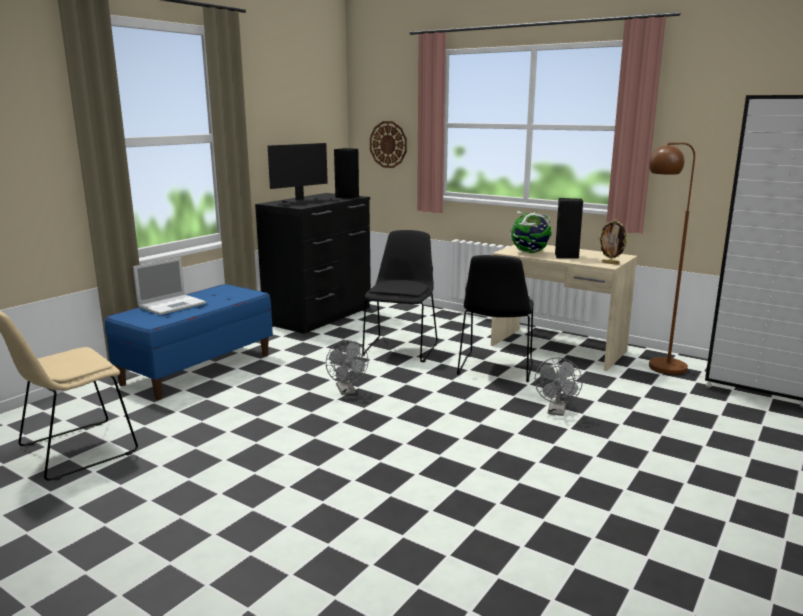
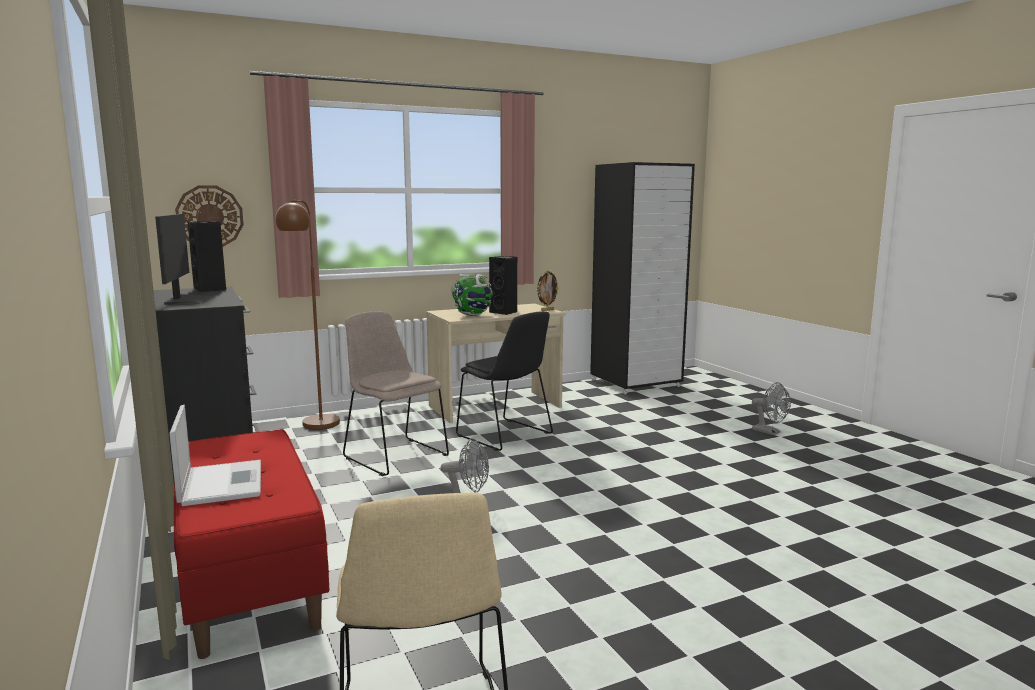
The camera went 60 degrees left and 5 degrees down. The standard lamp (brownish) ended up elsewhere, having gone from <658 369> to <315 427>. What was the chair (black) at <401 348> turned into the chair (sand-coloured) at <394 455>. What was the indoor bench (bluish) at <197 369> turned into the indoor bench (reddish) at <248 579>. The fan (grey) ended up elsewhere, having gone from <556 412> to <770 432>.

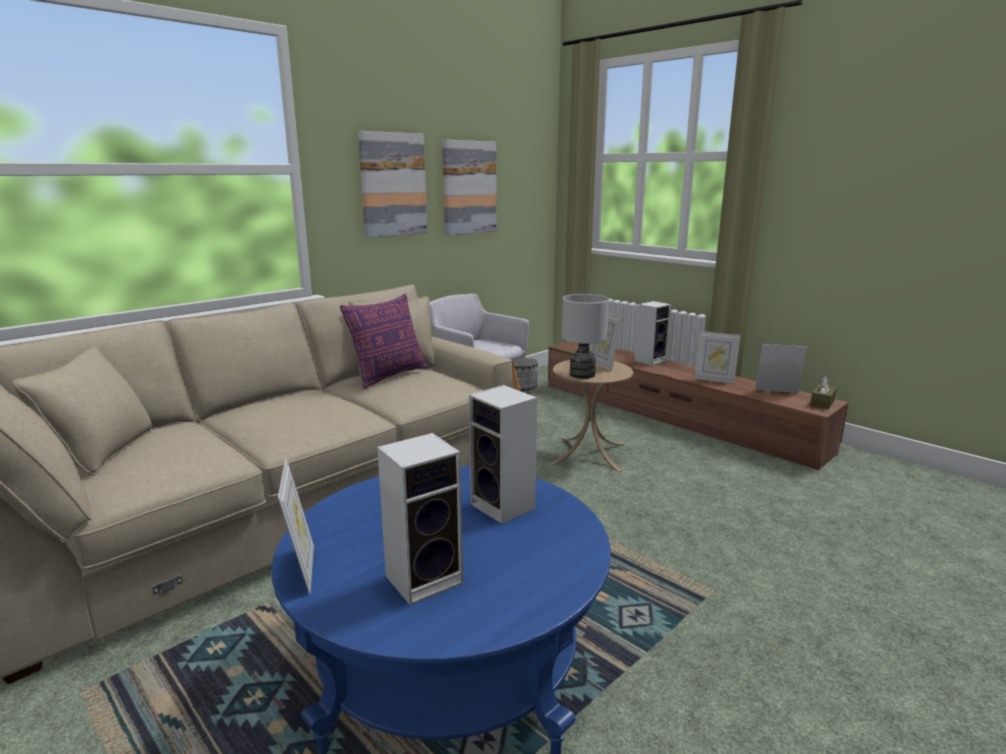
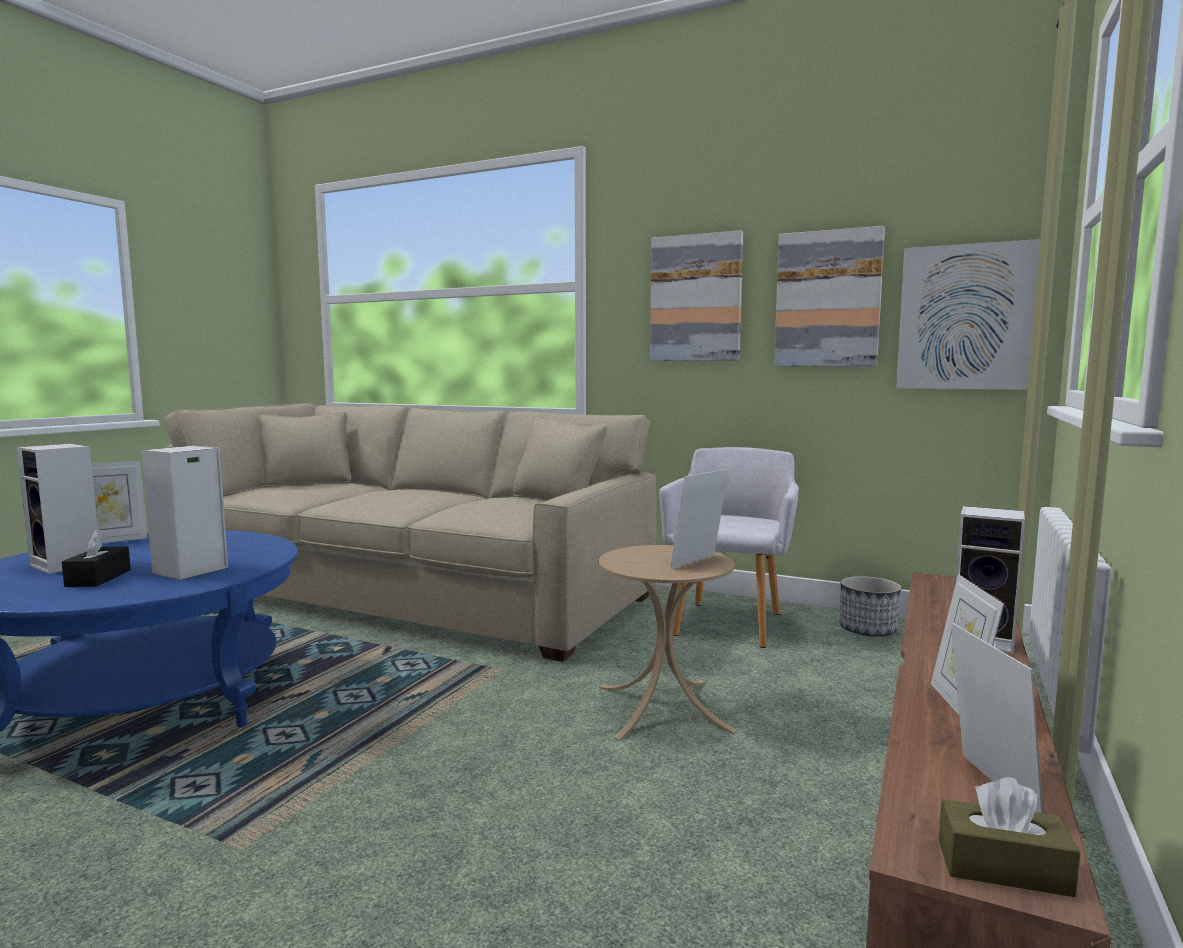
The camera went 70 degrees right and 10 degrees down. The second view lost the throw pillow (purplish) at <389 376>. The second view lost the tabletop lamp (grey) at <582 374>. The second view gained the wall picture at <964 317>. The second view gained the tissue holder (black) at <98 578>.

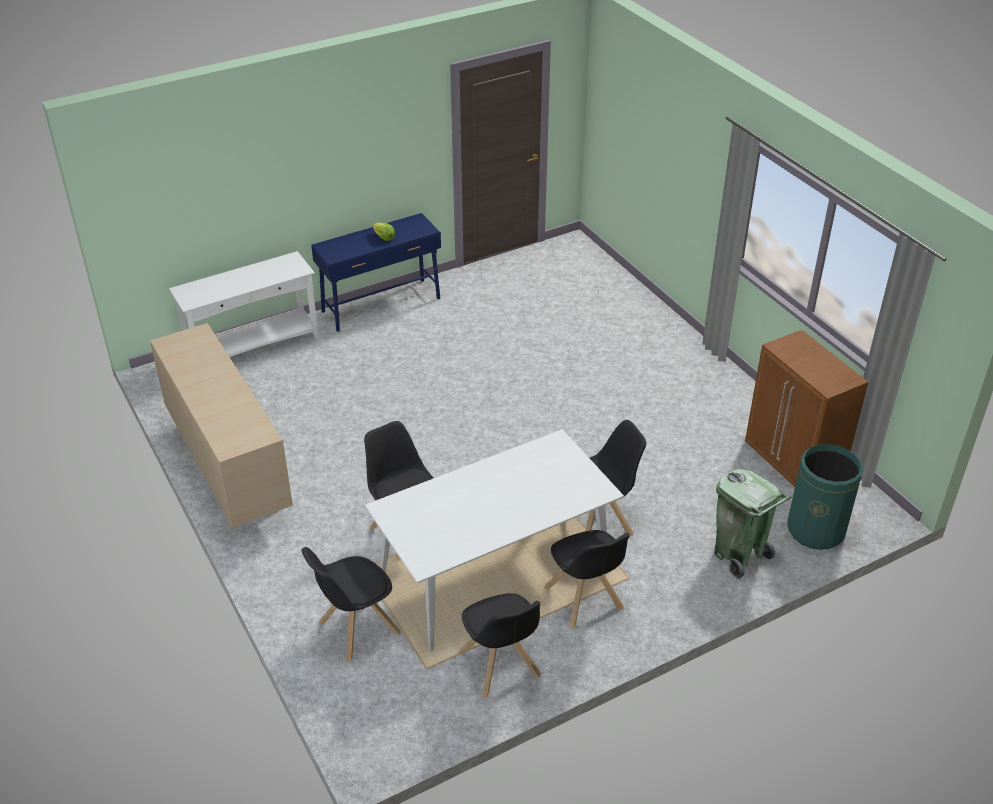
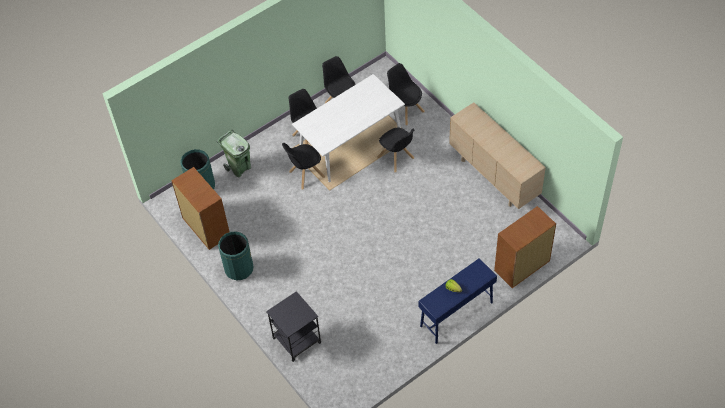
The camera went 175 degrees right and 15 degrees up. Where the narrow table (whitish) stood at <253 347>, the cabinet (brownish) came to stand at <521 266>. The chair (black) at <355 629> ended up facing another way, 90 degrees counterclockwise from before. The second view gained the waste bin (green-coloured) at <239 268>. The second view gained the cart (black) at <296 339>.

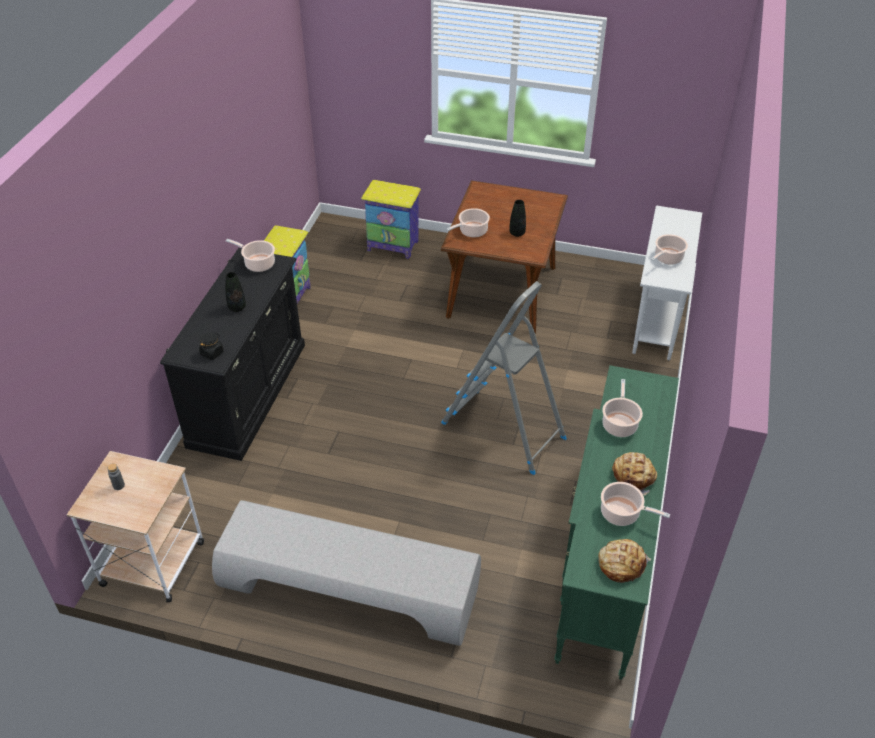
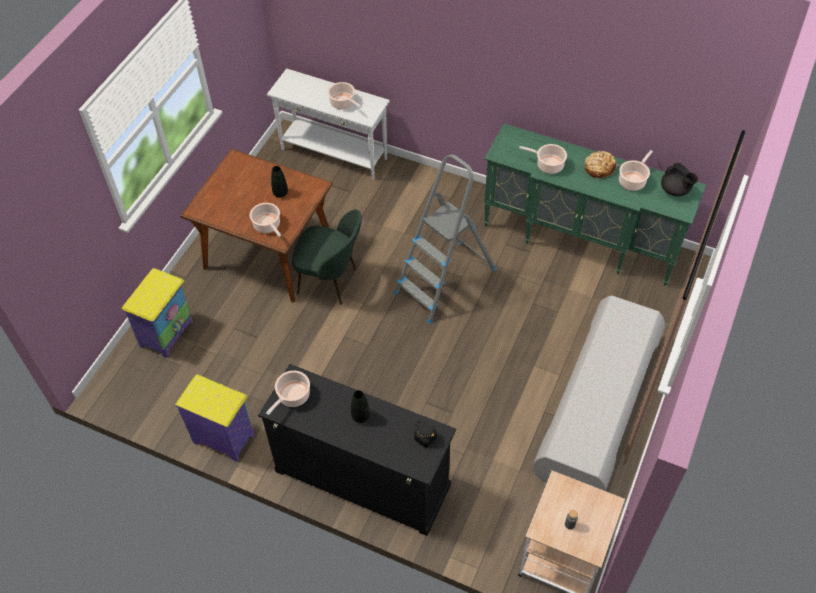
The camera went 80 degrees left and 10 degrees up. Where the bakery bread stood at <621 564>, the pot for tea (black) came to stand at <675 190>. The second view gained the chair (green-coloured) at <332 283>.

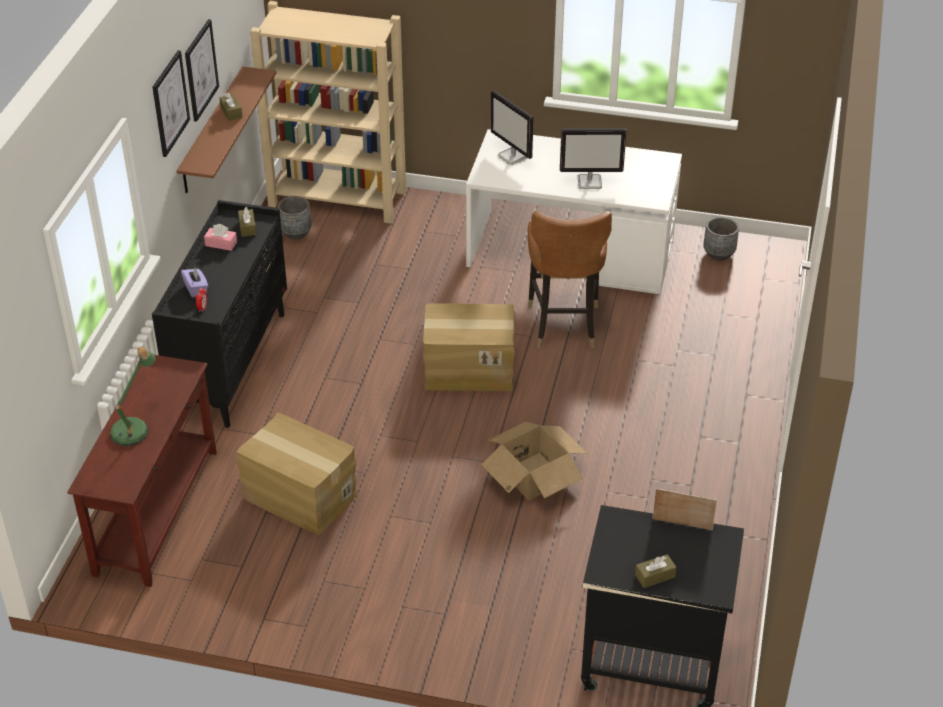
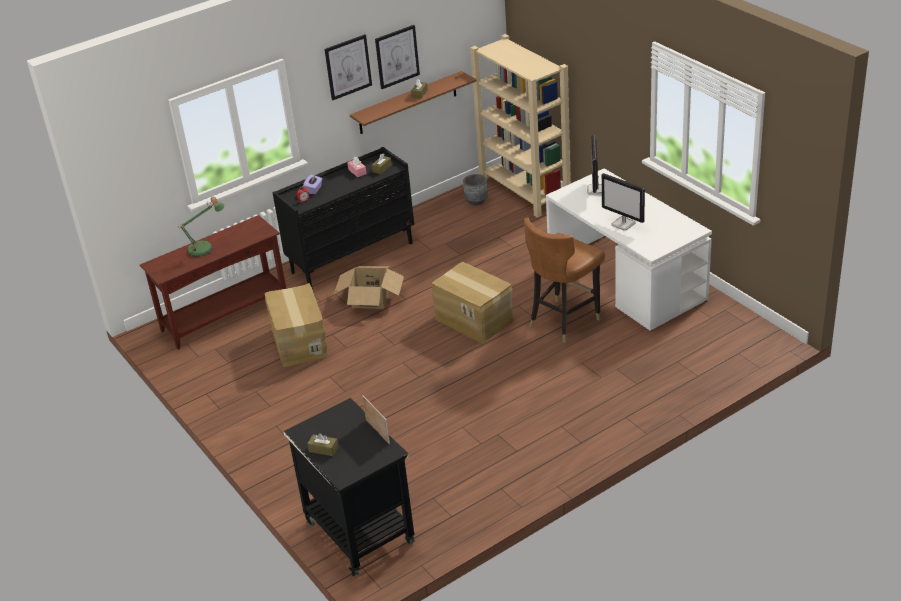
The camera went 45 degrees right and 5 degrees down. The second view lost the planter (grey) at <718 253>. The carton ended up elsewhere, having gone from <533 476> to <370 298>.

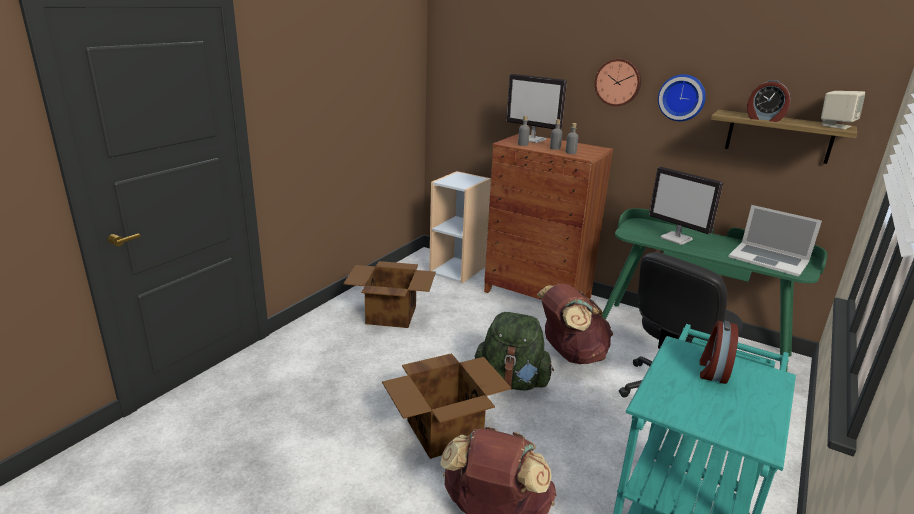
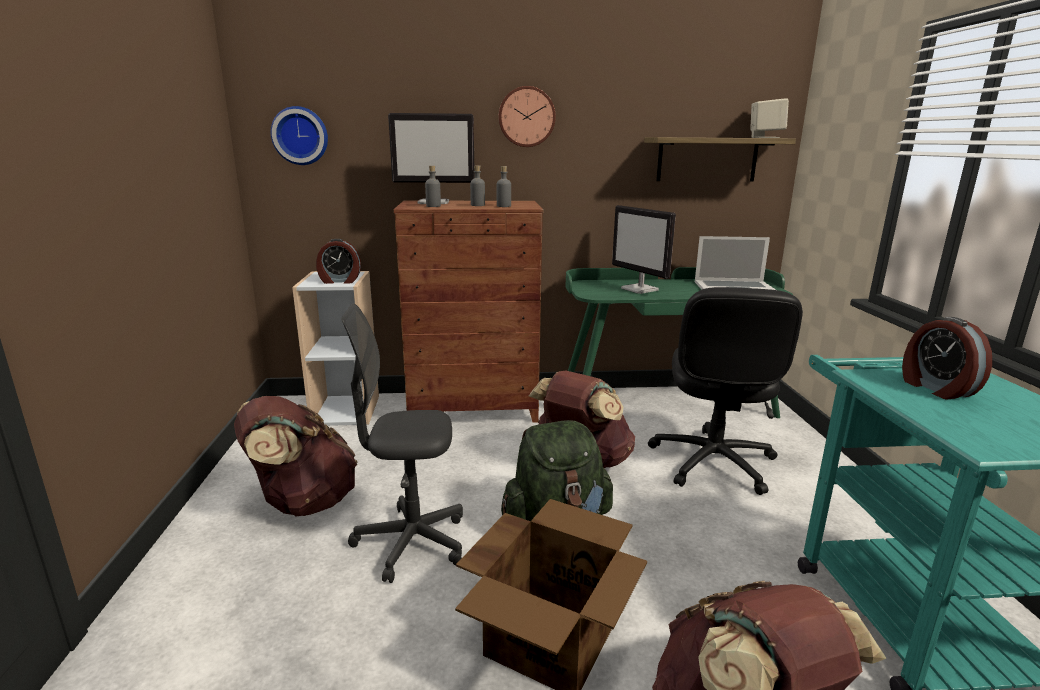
The camera went 35 degrees left and 5 degrees down. The wall clock ended up elsewhere, having gone from <682 97> to <300 136>. The alarm clock ended up elsewhere, having gone from <764 119> to <340 281>. The monitor at <677 239> ended up facing another way, 45 degrees clockwise from before. Where the carton stood at <390 314>, the rucksack (brownish) came to stand at <302 502>. The second view gained the computer chair (grey) at <411 542>.

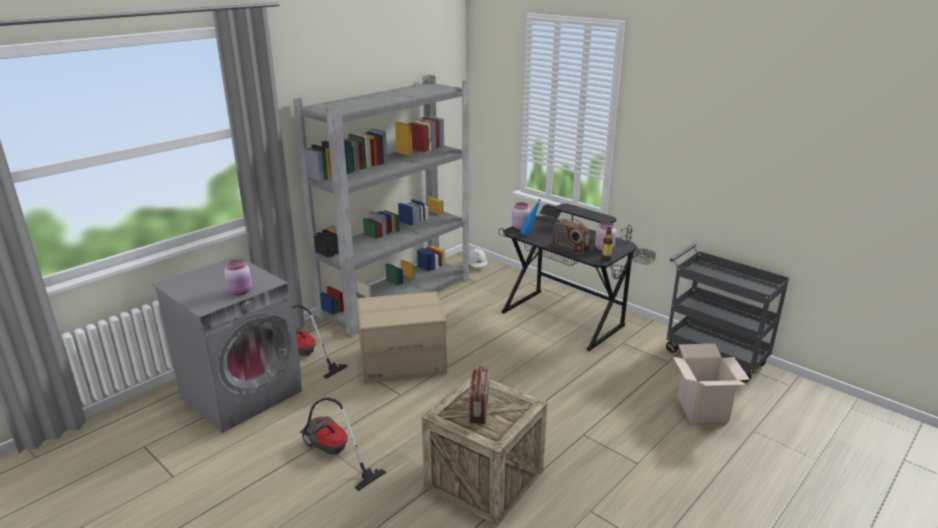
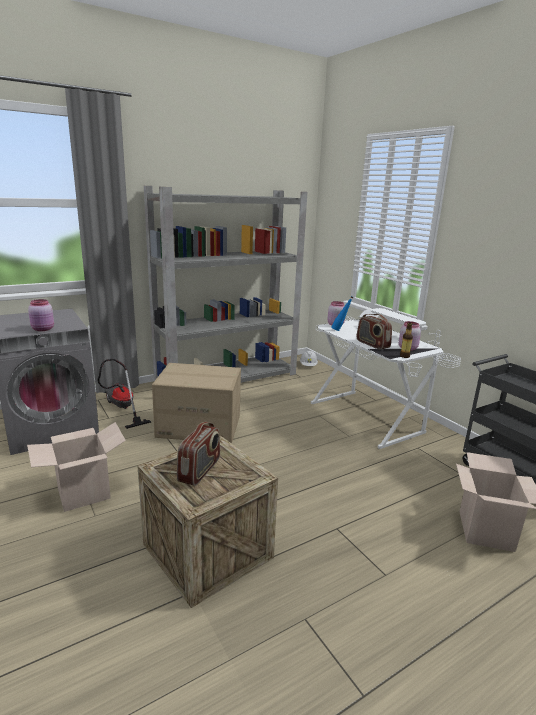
The camera went 15 degrees right and 5 degrees down. What was the desk (black) at <564 317> turned into the desk (whitish) at <368 416>. Where the vacuum stood at <333 454>, the carton came to stand at <83 493>.

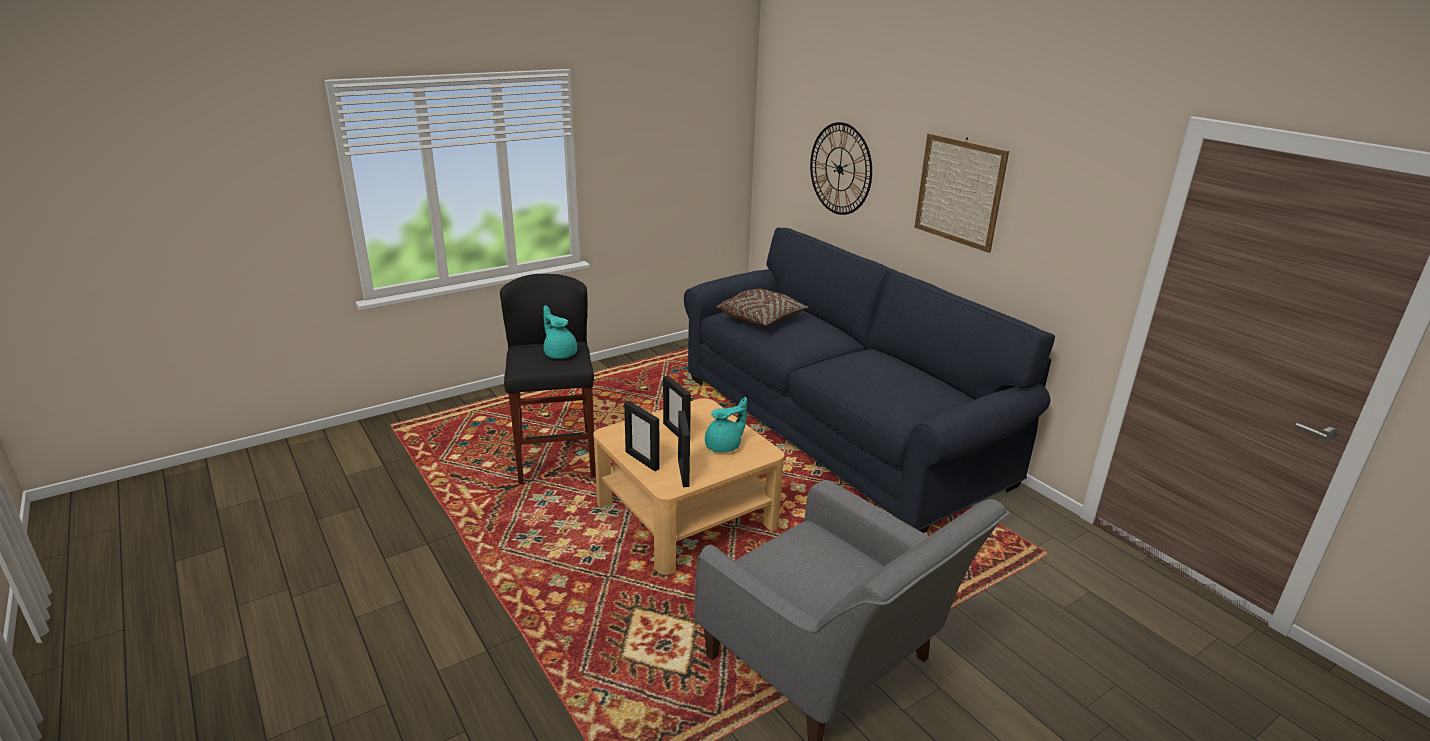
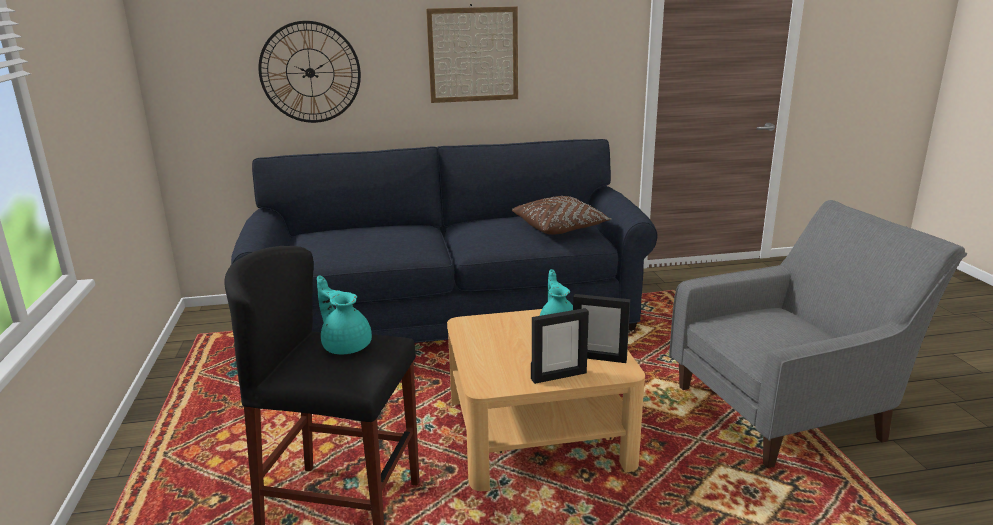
The camera went 65 degrees left and 5 degrees down. The throw pillow (brownish) ended up elsewhere, having gone from <761 319> to <560 228>. The pot for tea (blue-green) at <560 353> ended up facing another way, 60 degrees clockwise from before. The second view lost the picture frame at <677 432>.

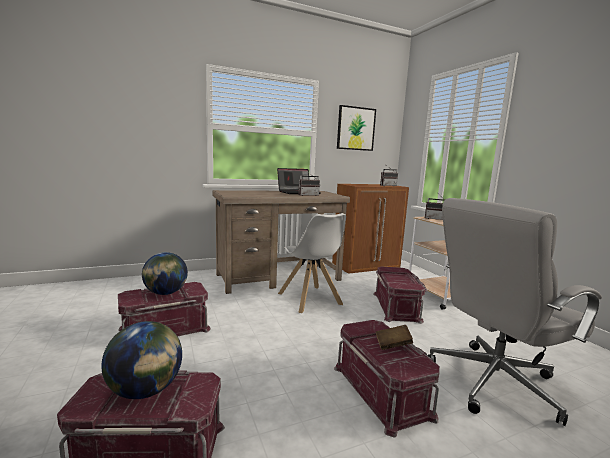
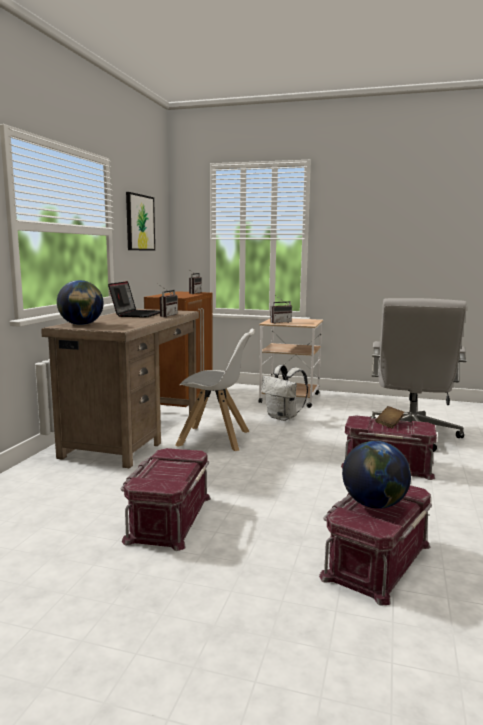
The camera went 50 degrees left and 0 degrees up. The desk globe ended up elsewhere, having gone from <165 293> to <81 324>. Where the storage bin (reddish) stood at <397 307>, the rucksack (whitish) came to stand at <283 417>.

